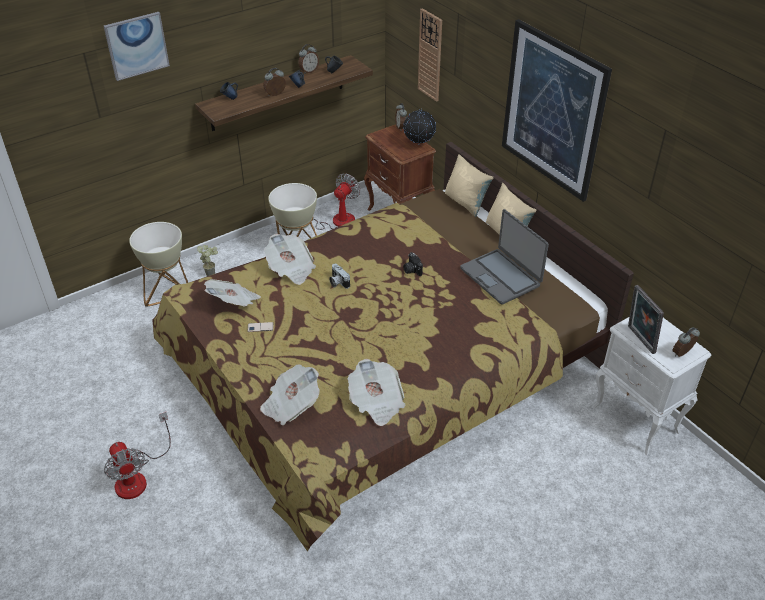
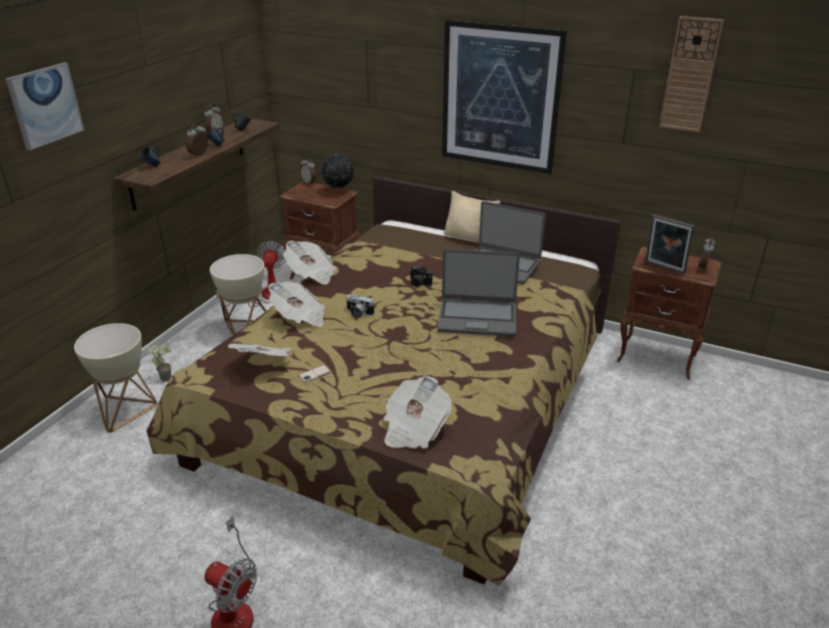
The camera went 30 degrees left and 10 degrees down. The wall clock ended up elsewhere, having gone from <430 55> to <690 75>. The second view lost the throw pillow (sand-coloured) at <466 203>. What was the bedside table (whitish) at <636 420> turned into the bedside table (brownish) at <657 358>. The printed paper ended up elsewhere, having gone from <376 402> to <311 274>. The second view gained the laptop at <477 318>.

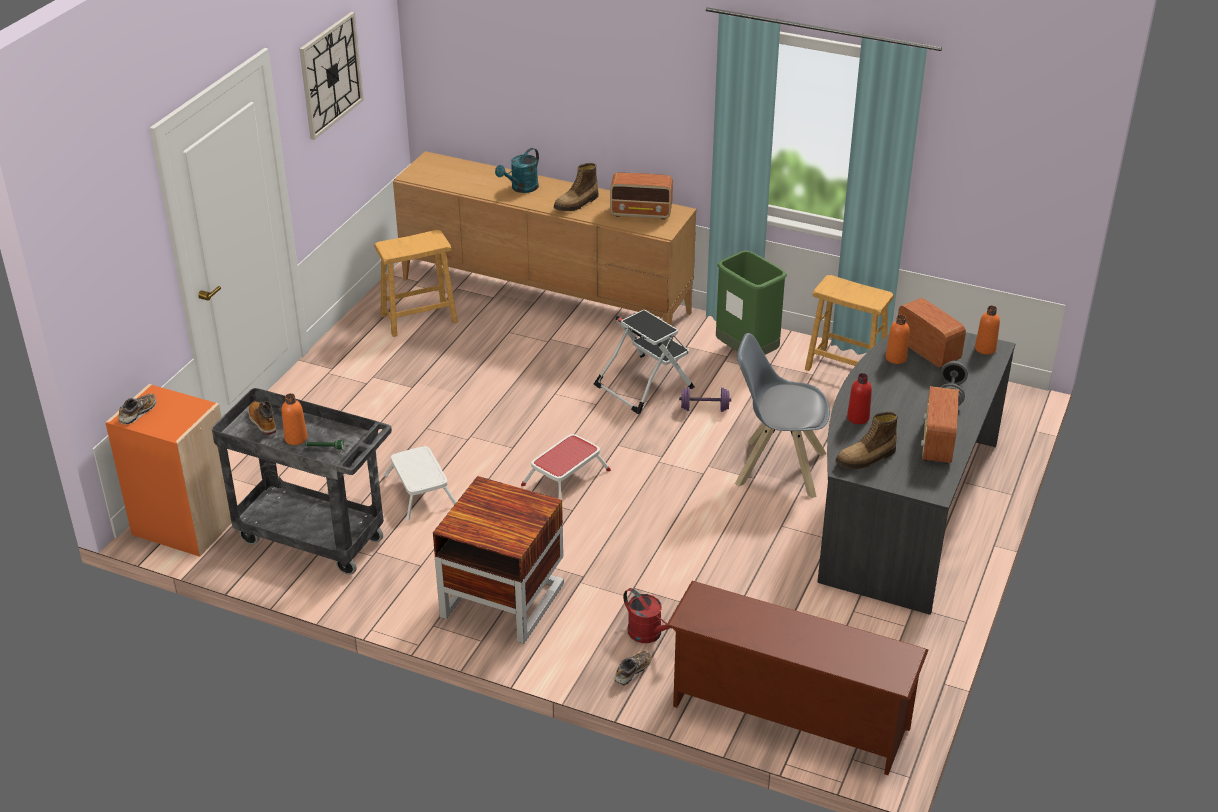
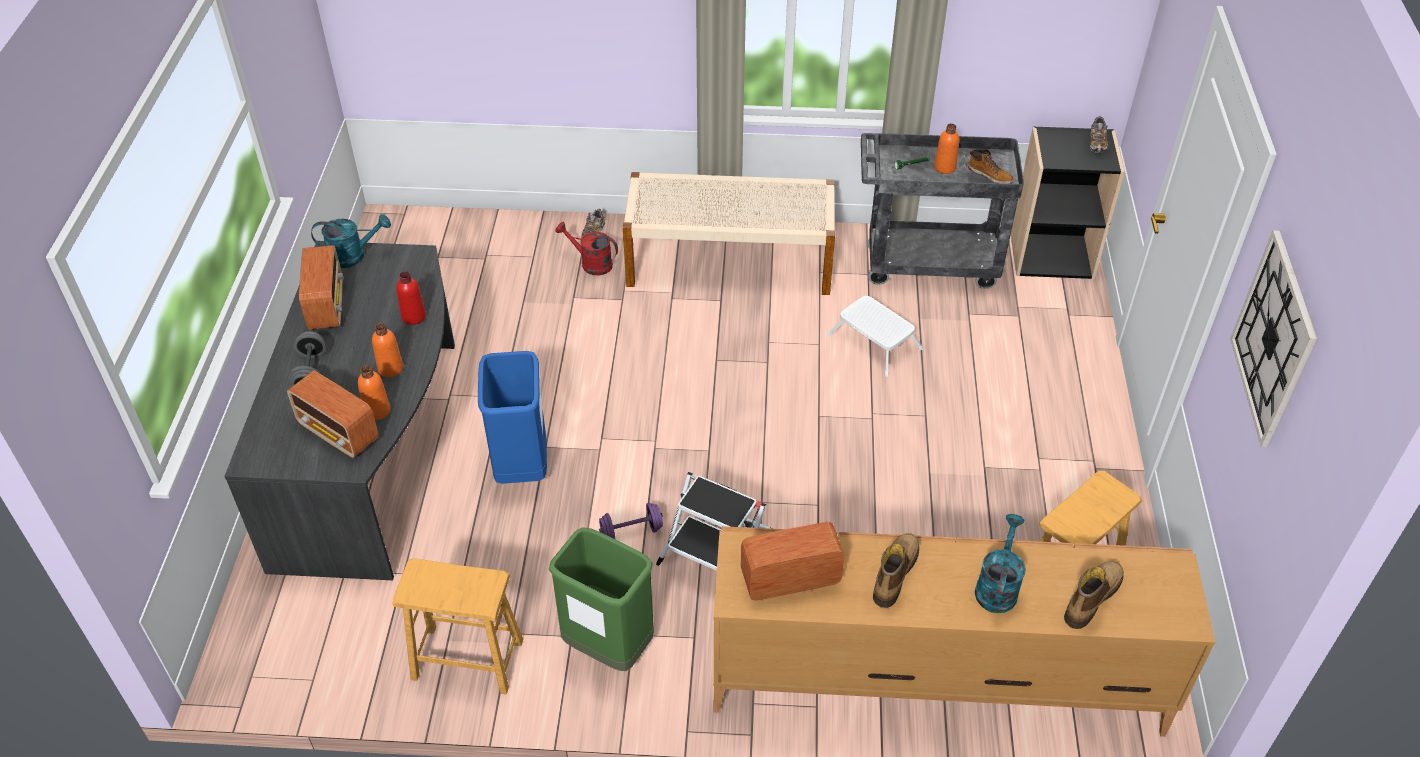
The camera went 160 degrees right and 10 degrees up. The bottle (orangey) ended up elsewhere, having gone from <985 349> to <390 368>. Where the chair (grey) stood at <777 468>, the waste bin (bluish) came to stand at <522 467>. What was the shelving unit (orangey) at <184 525> turned into the shelving unit (black) at <1052 255>. The boot ended up elsewhere, having gone from <866 458> to <1091 597>. The second view lost the step stool (reddish) at <565 477>. Where the bedside table stood at <503 599>, the indoor bench (sand-coloured) came to stand at <730 261>. The second view lost the shoe shelf (brownish) at <787 718>. The second view gained the watering pot (blue-green) at <353 256>.

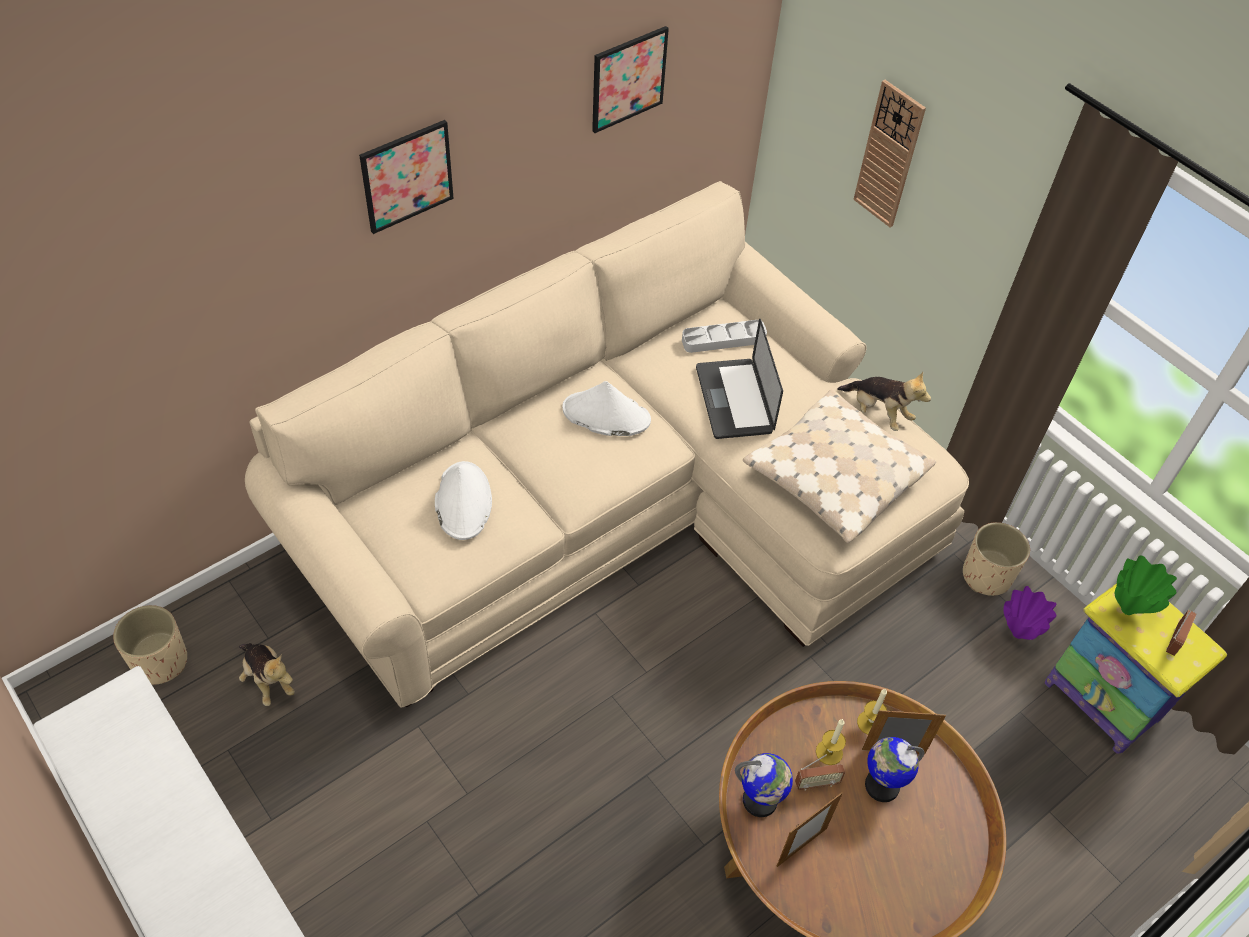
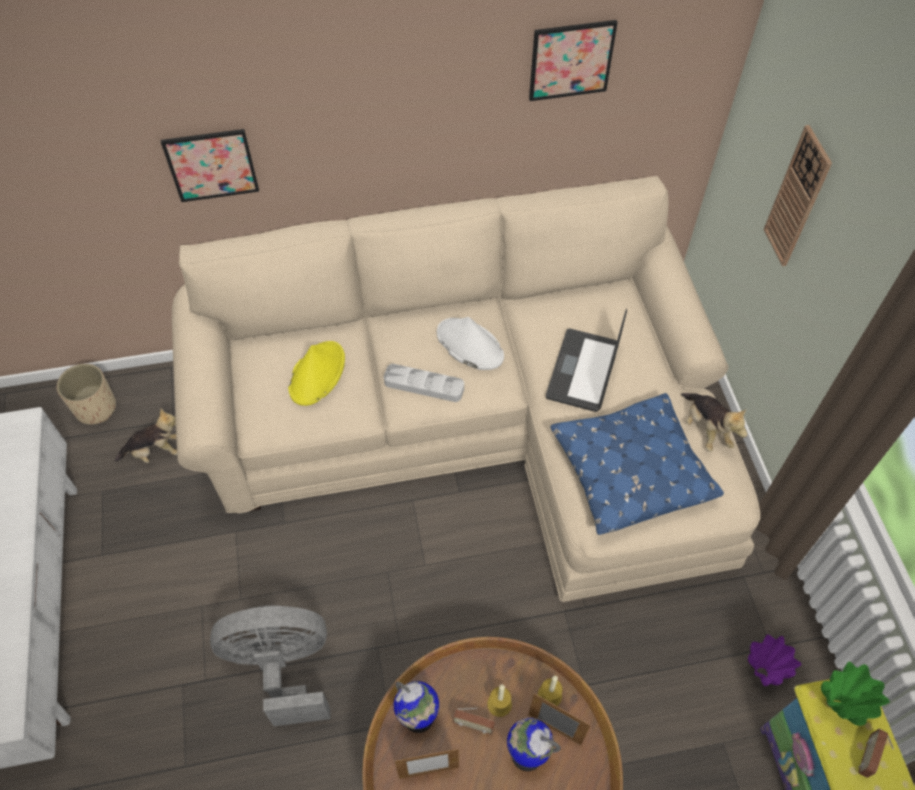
The camera went 30 degrees right and 5 degrees up. The wall picture ended up elsewhere, having gone from <407 176> to <211 165>. The tray (grey) ended up elsewhere, having gone from <723 340> to <424 385>. What was the throw pillow (sand-coloured) at <834 476> turned into the throw pillow (bluish) at <630 470>. What was the hat (whitish) at <463 501> turned into the hat (yellowish) at <317 373>. The second view lost the planter (sand-coloured) at <986 576>. The radio at <1174 641> ended up facing another way, 150 degrees clockwise from before. The plush toy at <268 680> ended up facing another way, 90 degrees counterclockwise from before. The second view gained the fan (grey) at <282 668>.

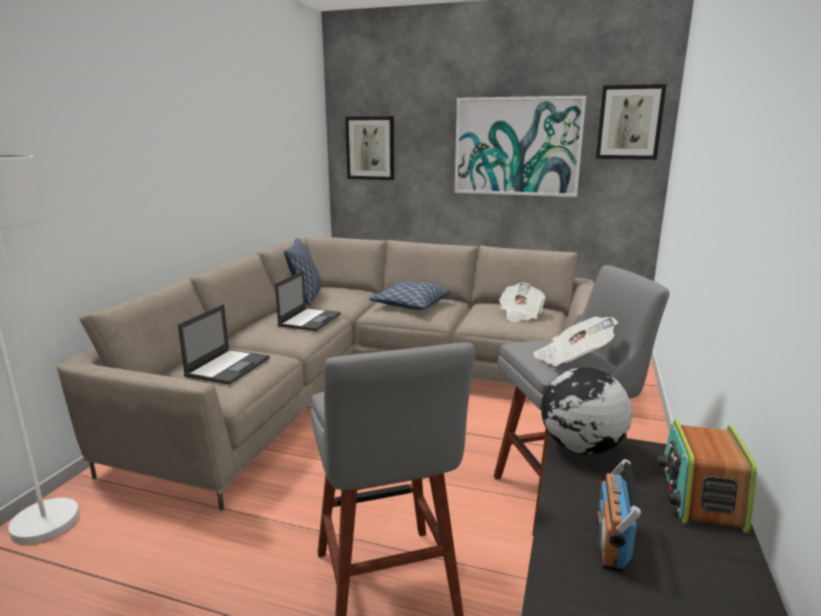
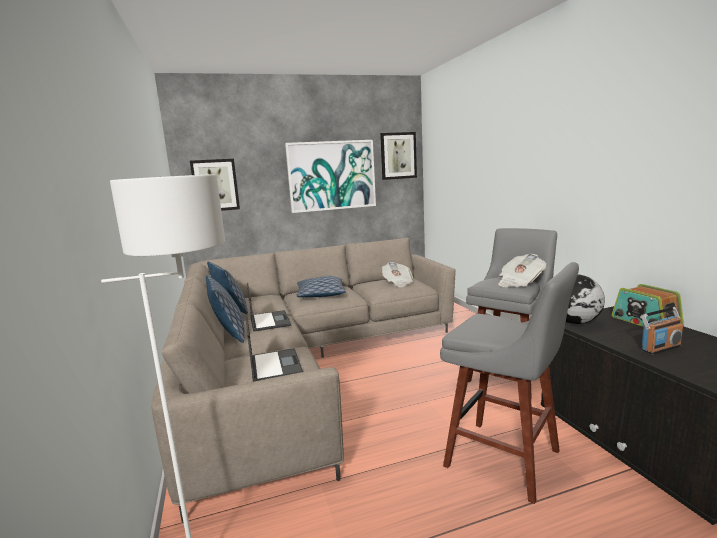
The camera went 35 degrees left and 5 degrees down. The radio at <611 542> ended up facing another way, 90 degrees counterclockwise from before. The second view gained the throw pillow at <229 335>.

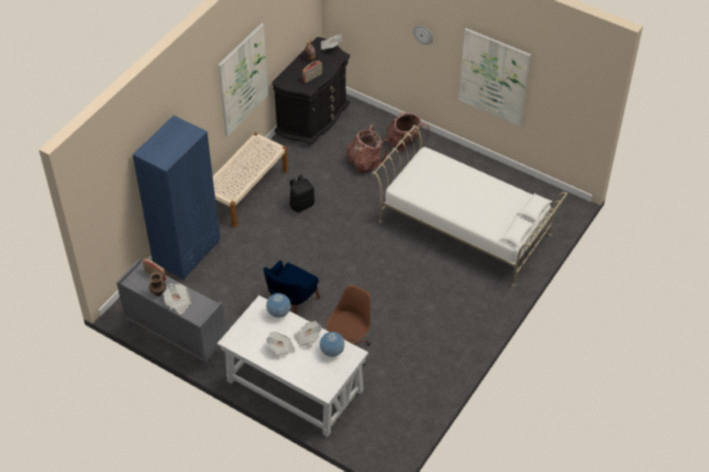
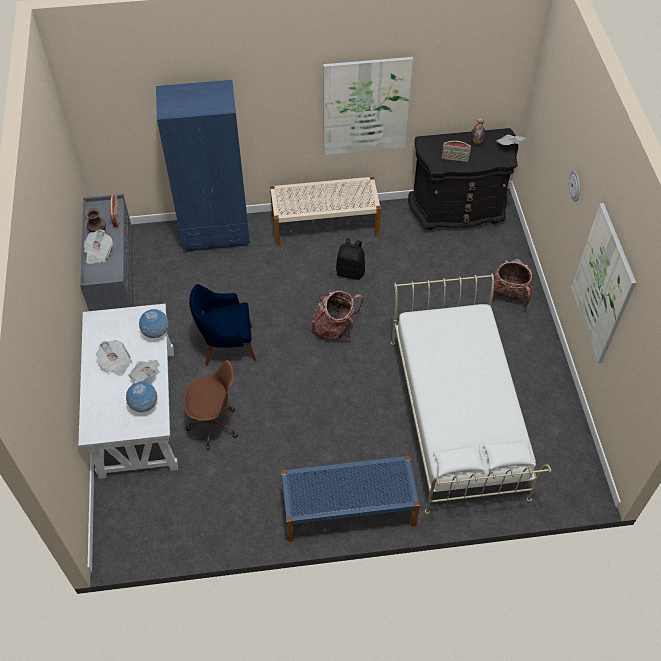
The camera went 50 degrees right and 5 degrees up. The rucksack ended up elsewhere, having gone from <365 162> to <334 327>. The second view gained the indoor bench (bluish) at <348 509>.

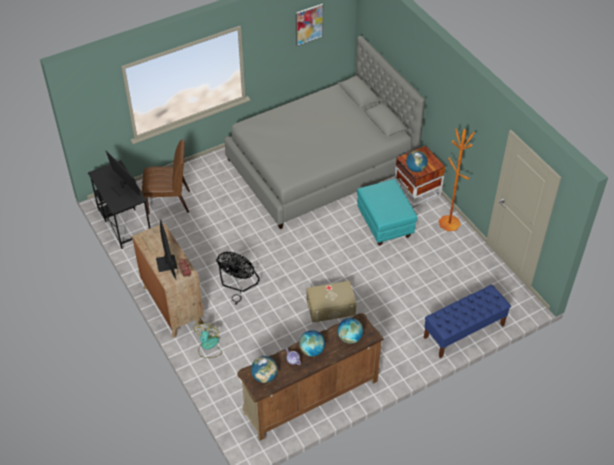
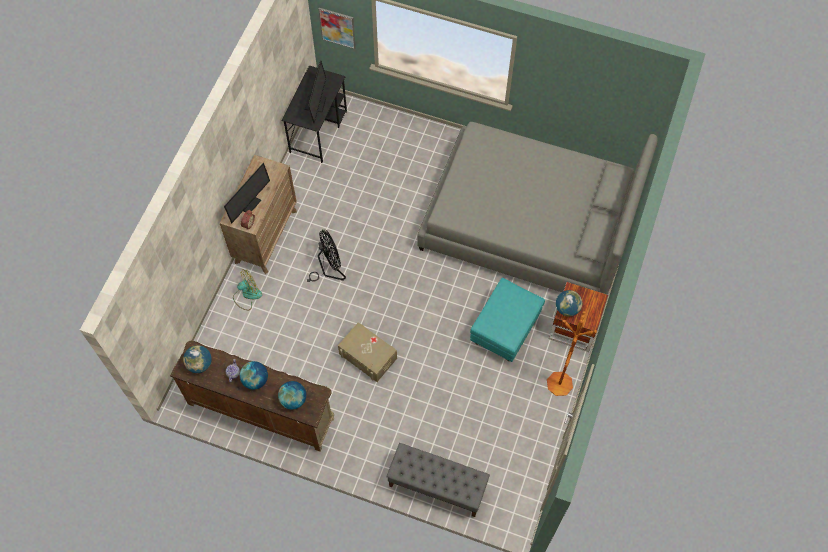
The camera went 50 degrees right and 15 degrees up. The wall picture ended up elsewhere, having gone from <309 24> to <337 27>. The second view lost the chair (brownish) at <168 202>. What was the indoor bench (bluish) at <463 331> turned into the indoor bench (grey) at <437 486>.

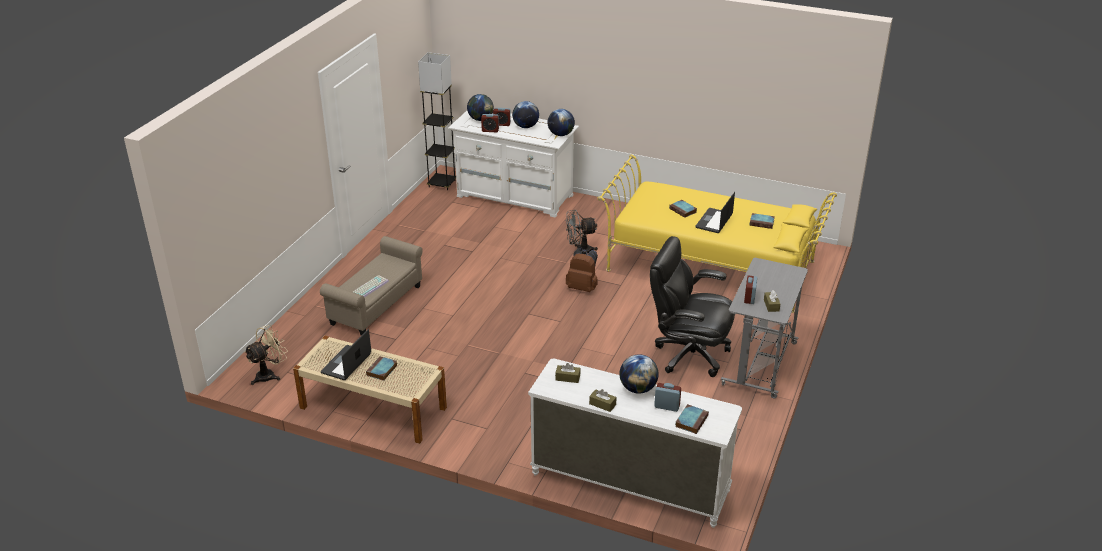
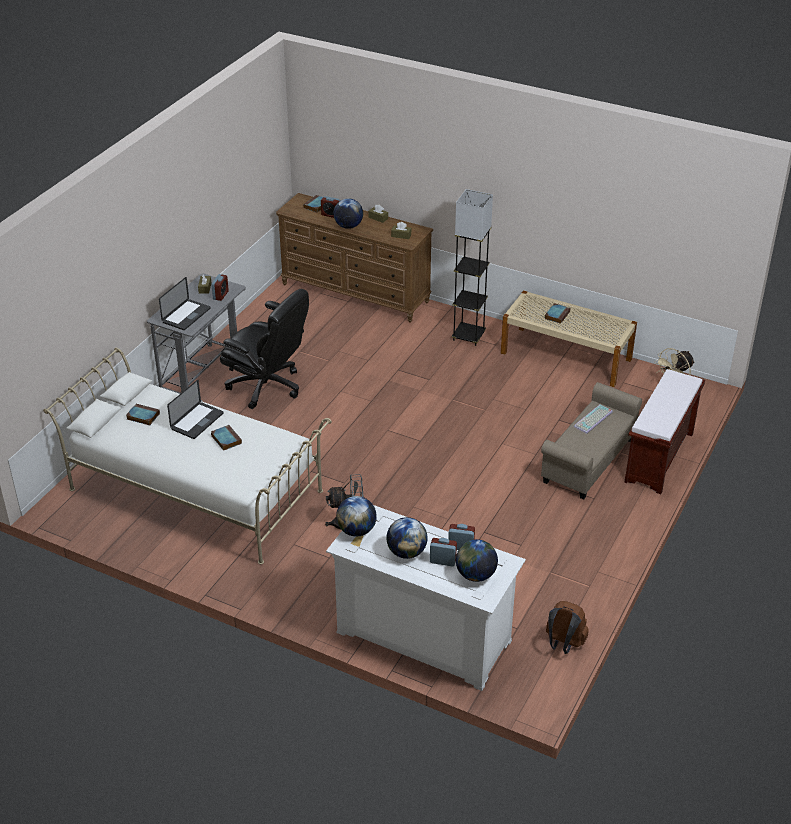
The camera went 175 degrees left and 5 degrees up. The standard lamp (grey) ended up elsewhere, having gone from <442 184> to <468 336>. What was the bed (yellowish) at <710 266> turned into the bed (whitish) at <196 491>. The rucksack (brownish) ended up elsewhere, having gone from <583 287> to <563 644>. The laptop ended up elsewhere, having gone from <346 363> to <186 315>. What was the chest of drawers (whitish) at <628 483> turned into the chest of drawers (brownish) at <356 293>. The second view gained the indoor bench (brownish) at <659 458>.

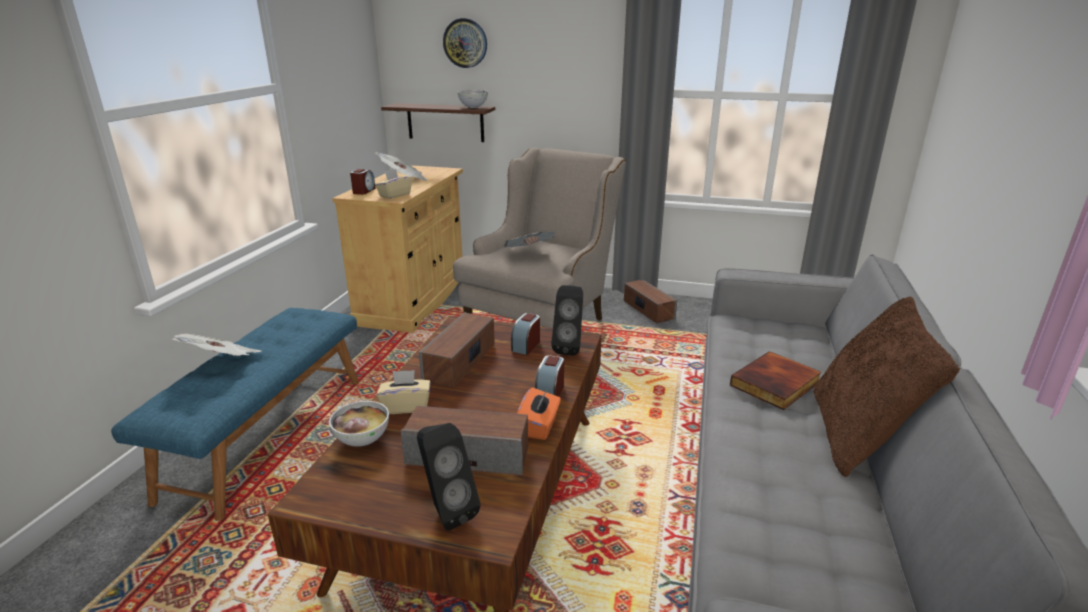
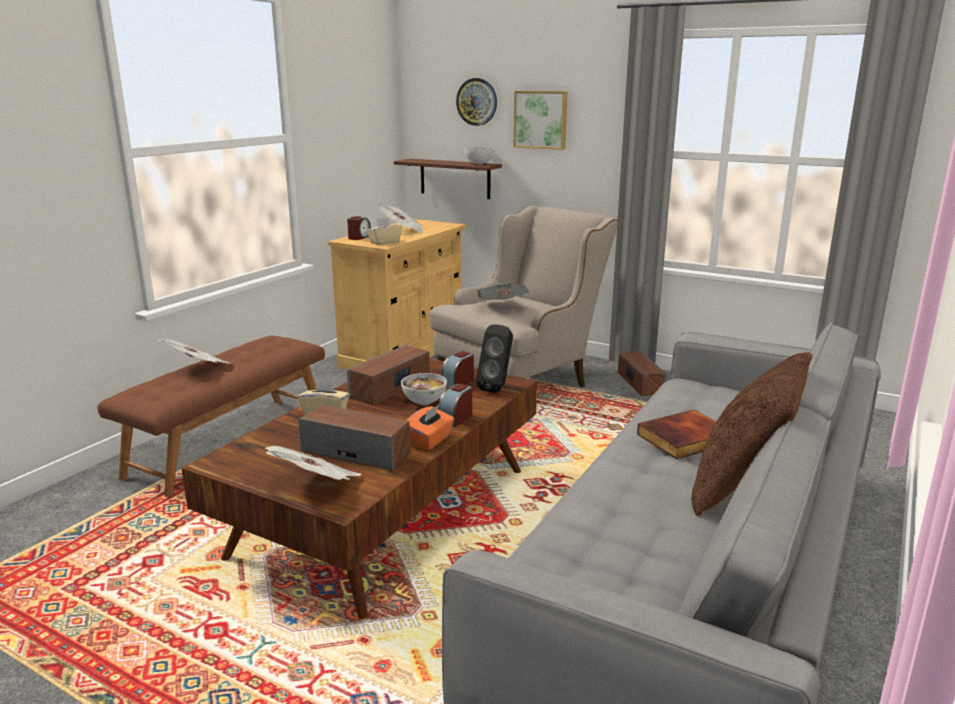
The camera went 15 degrees right and 5 degrees down. What was the indoor bench (bluish) at <267 434> turned into the indoor bench (brownish) at <229 442>. The bowl ended up elsewhere, having gone from <363 440> to <424 402>. Where the loudspeaker (black) stood at <446 511>, the printed paper came to stand at <316 485>. The second view gained the wall picture at <541 119>.

